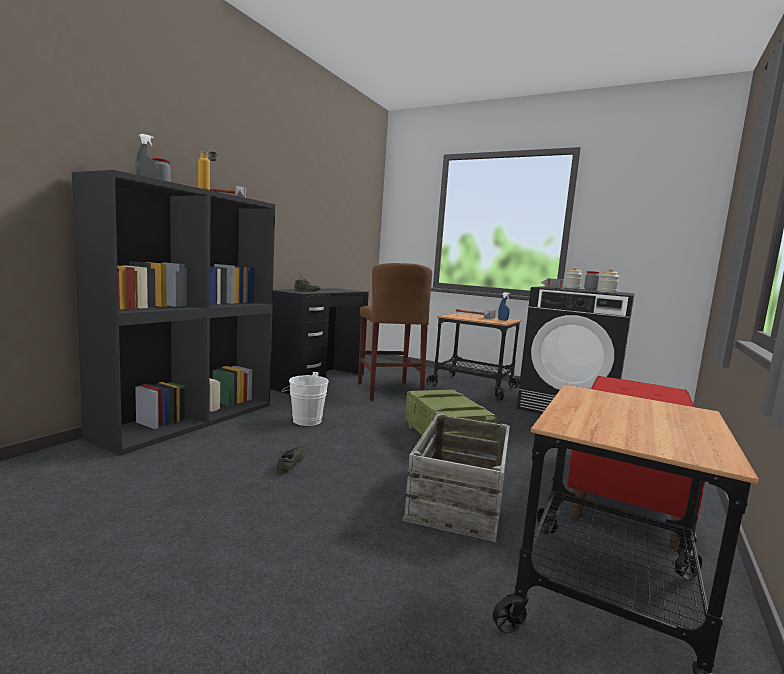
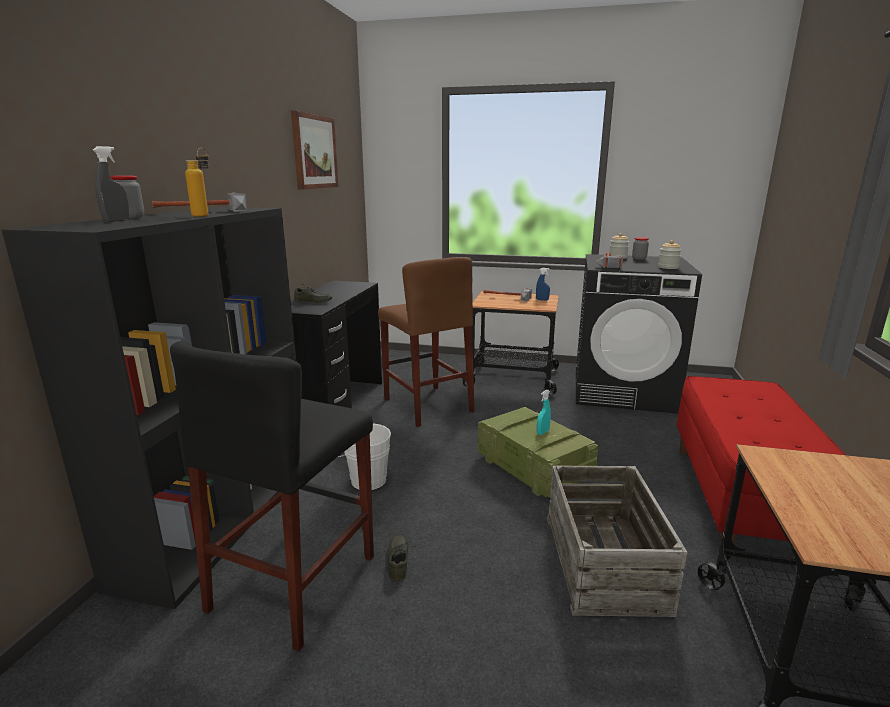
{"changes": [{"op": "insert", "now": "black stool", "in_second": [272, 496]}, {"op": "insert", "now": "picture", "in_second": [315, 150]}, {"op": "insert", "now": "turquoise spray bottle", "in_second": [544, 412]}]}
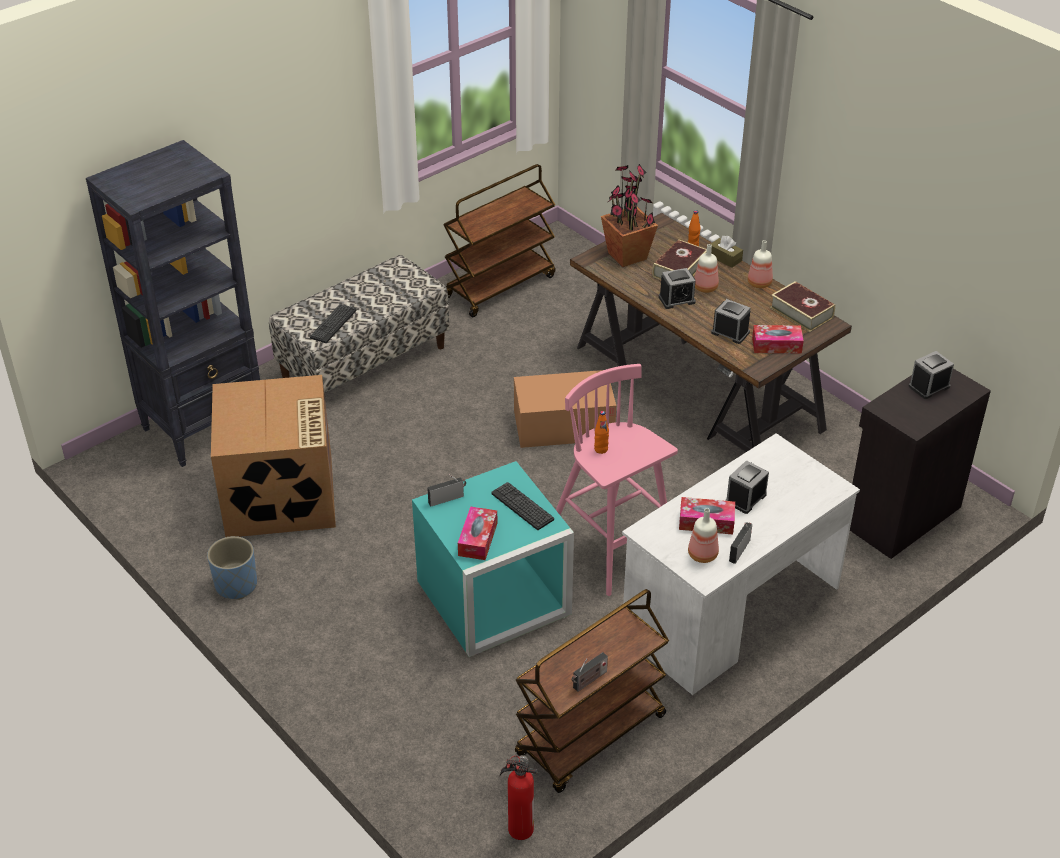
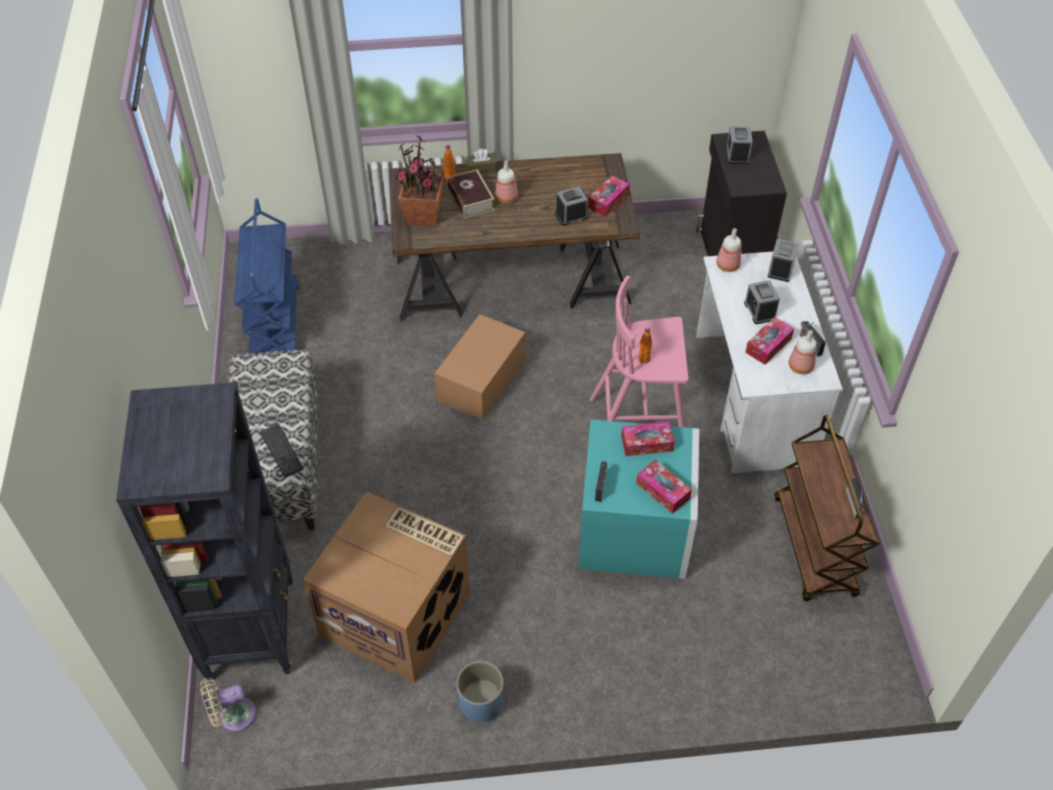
{"changes": [{"op": "insert", "now": "beige fan", "in_second": [228, 705]}, {"op": "recolor", "was": "brown cart", "now": "blue cart", "in_first": [499, 240], "in_second": [266, 276]}, {"op": "replace", "was": "keyboard", "now": "tissue box", "in_first": [523, 506], "in_second": [648, 439]}, {"op": "move", "was": "bottle", "in_first": [760, 264], "in_second": [728, 250]}, {"op": "move", "was": "alarm clock", "in_first": [677, 288], "in_second": [783, 260]}, {"op": "delete", "was": "fire extinguisher", "in_first": [519, 797]}, {"op": "delete", "was": "book", "in_first": [802, 306]}]}
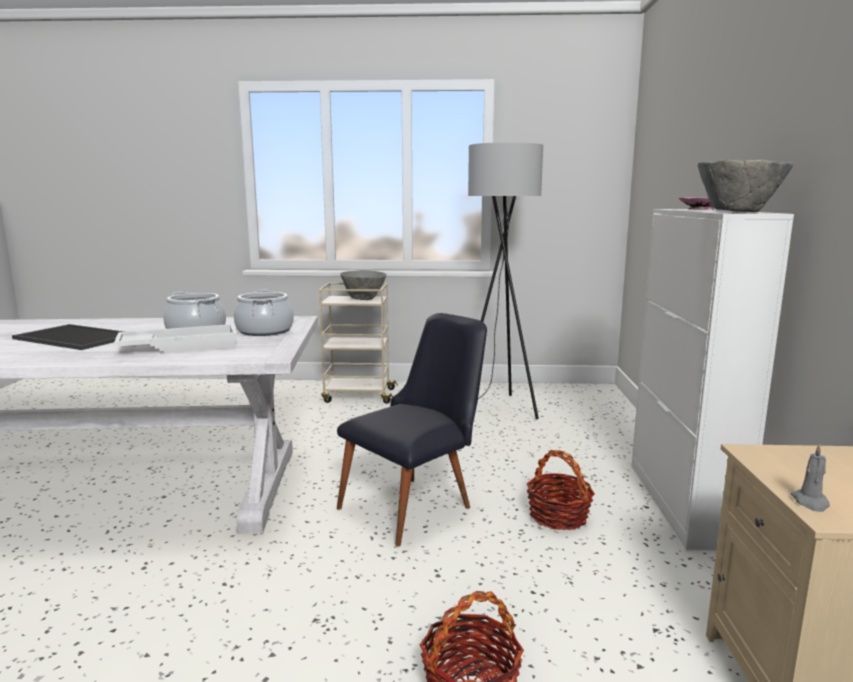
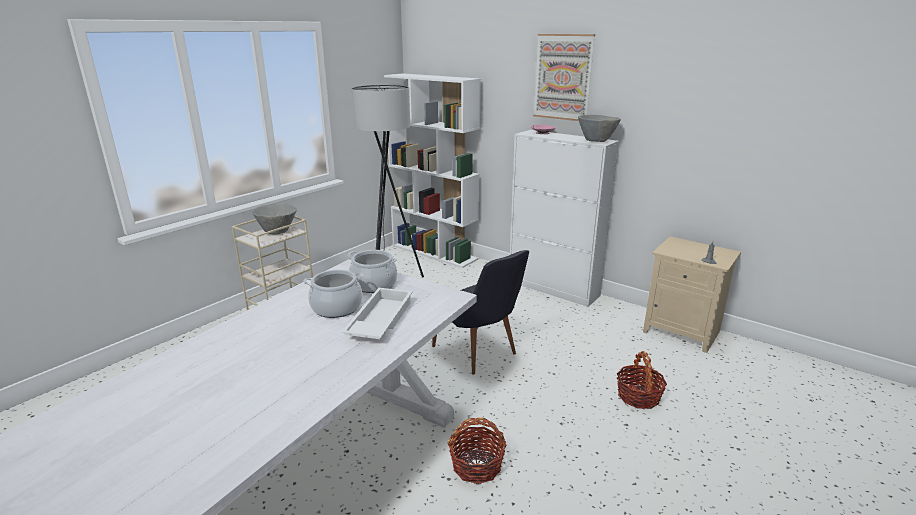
{"changes": [{"op": "insert", "now": "white bookcase", "in_second": [432, 170]}, {"op": "rotate", "was": "black chair", "in_first": [412, 429], "in_second": [480, 312], "clockwise": 150}, {"op": "move", "was": "basket", "in_first": [560, 490], "in_second": [477, 451]}, {"op": "insert", "now": "picture", "in_second": [564, 77]}, {"op": "delete", "was": "tray", "in_first": [68, 337]}]}
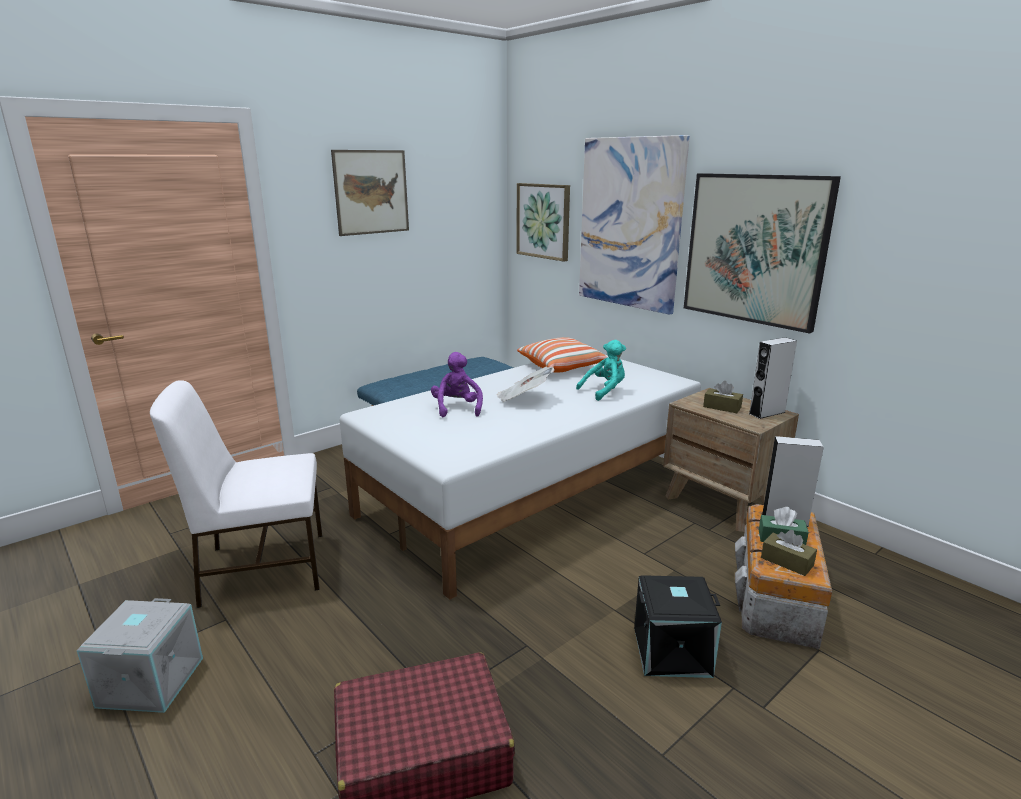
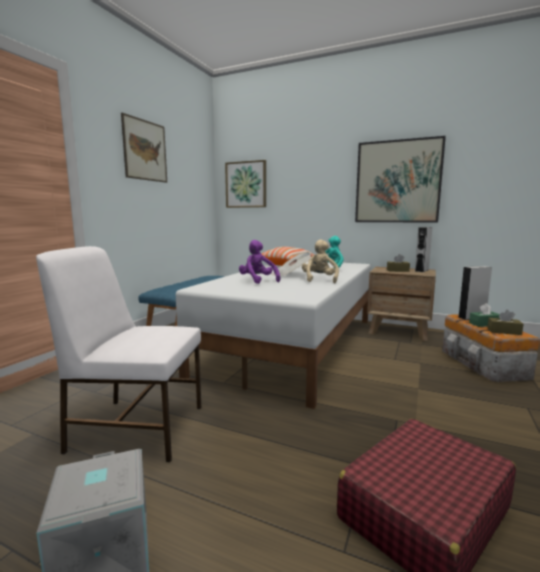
{"changes": [{"op": "rotate", "was": "white chair", "in_first": [236, 494], "in_second": [118, 354], "clockwise": 45}, {"op": "insert", "now": "beige plush toy", "in_second": [320, 261]}, {"op": "delete", "was": "picture", "in_first": [634, 225]}, {"op": "delete", "was": "black storage box", "in_first": [678, 626]}]}
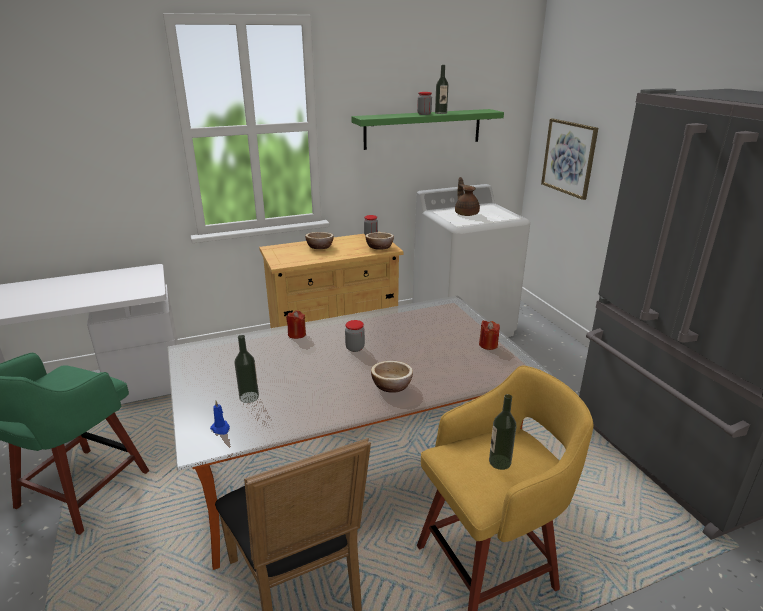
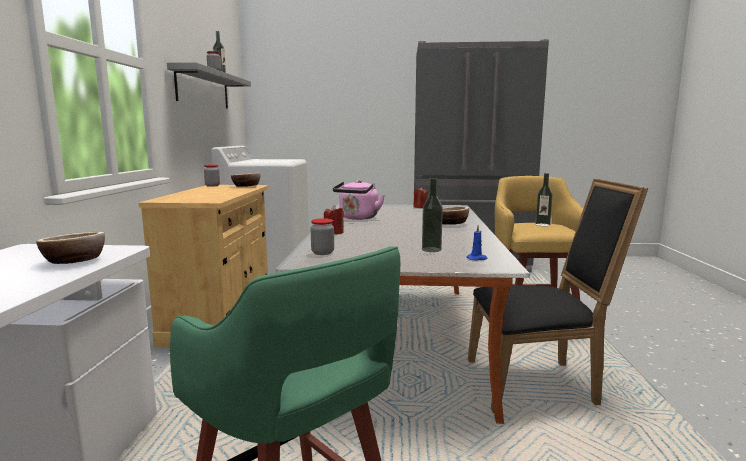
{"changes": [{"op": "move", "was": "bowl", "in_first": [319, 240], "in_second": [70, 248]}, {"op": "recolor", "was": "green shelf", "now": "grey shelf", "in_first": [427, 129], "in_second": [209, 85]}, {"op": "move", "was": "jar", "in_first": [355, 336], "in_second": [322, 236]}, {"op": "insert", "now": "pink kettle", "in_second": [359, 200]}, {"op": "delete", "was": "brown teapot", "in_first": [467, 196]}, {"op": "delete", "was": "picture", "in_first": [569, 159]}]}
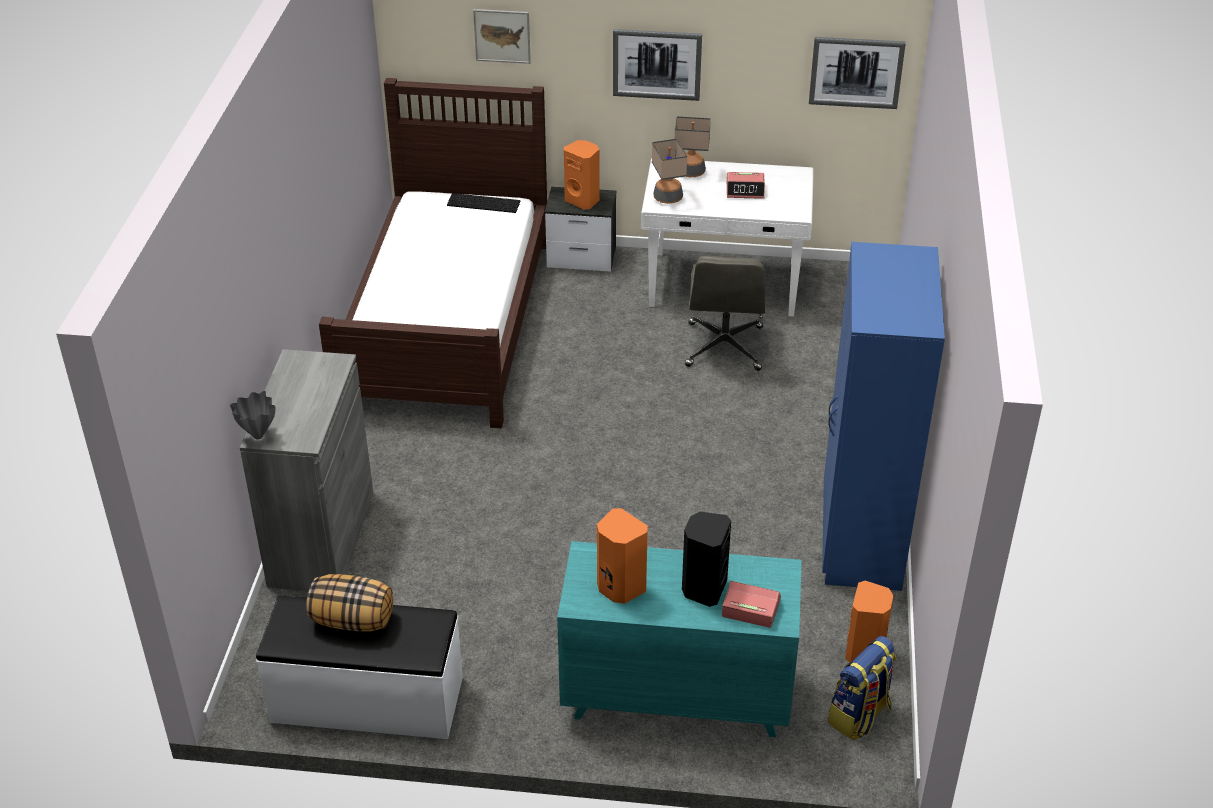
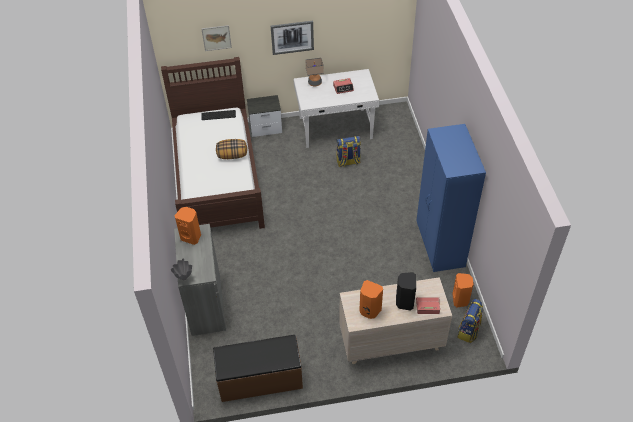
{"changes": [{"op": "move", "was": "orange speaker", "in_first": [582, 175], "in_second": [187, 226]}, {"op": "recolor", "was": "white bench", "now": "brown bench", "in_first": [359, 667], "in_second": [258, 368]}, {"op": "move", "was": "pillow", "in_first": [349, 602], "in_second": [231, 149]}, {"op": "replace", "was": "grey office chair", "now": "backpack", "in_first": [725, 313], "in_second": [348, 151]}, {"op": "recolor", "was": "turquoise dresser", "now": "beige dresser", "in_first": [679, 639], "in_second": [395, 320]}, {"op": "delete", "was": "table lamp", "in_first": [669, 171]}, {"op": "delete", "was": "picture", "in_first": [857, 73]}]}
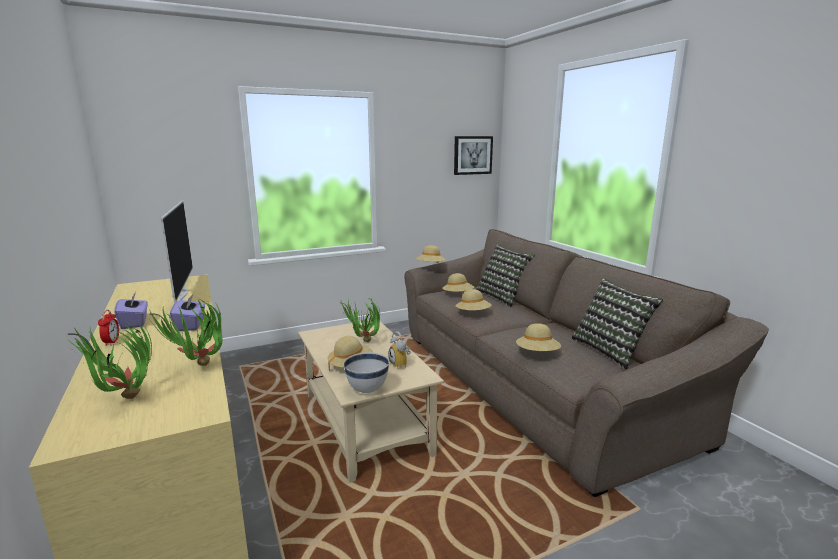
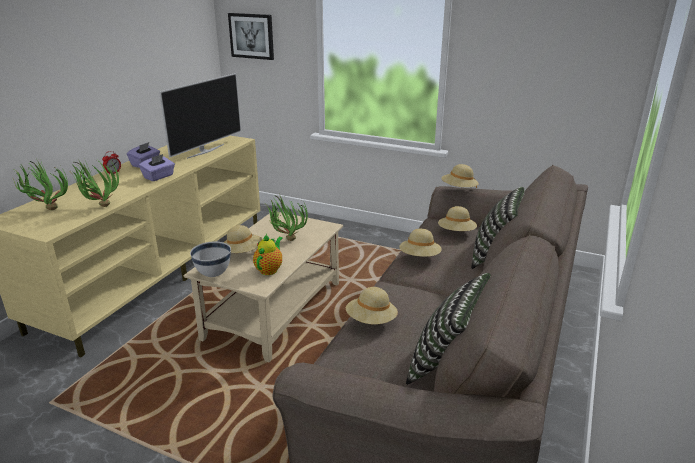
{"changes": [{"op": "move", "was": "picture", "in_first": [473, 155], "in_second": [251, 36]}, {"op": "replace", "was": "alarm clock", "now": "teapot", "in_first": [399, 349], "in_second": [268, 254]}]}
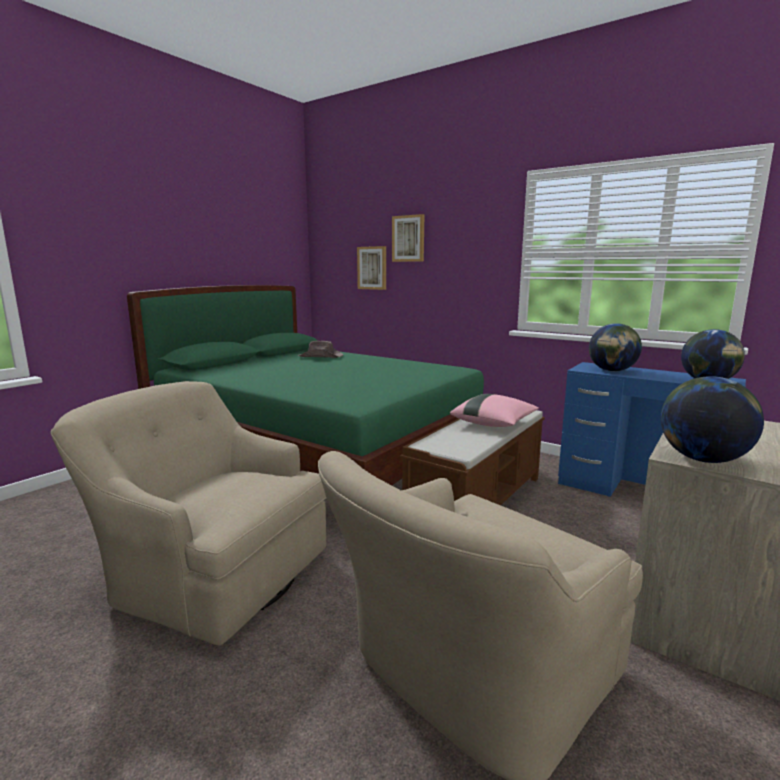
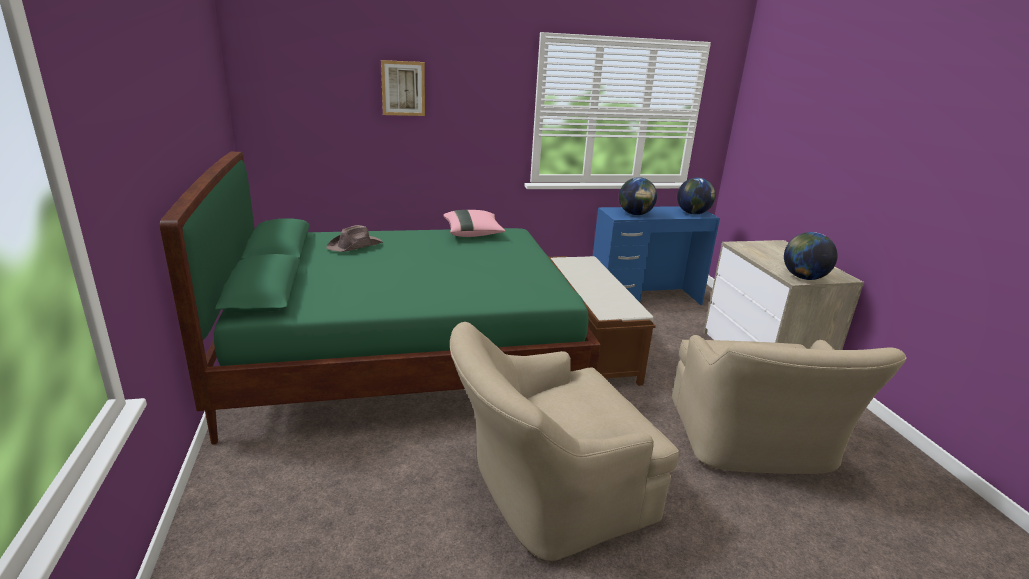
{"changes": [{"op": "move", "was": "pink pillow", "in_first": [494, 410], "in_second": [474, 223]}, {"op": "delete", "was": "picture", "in_first": [371, 268]}]}
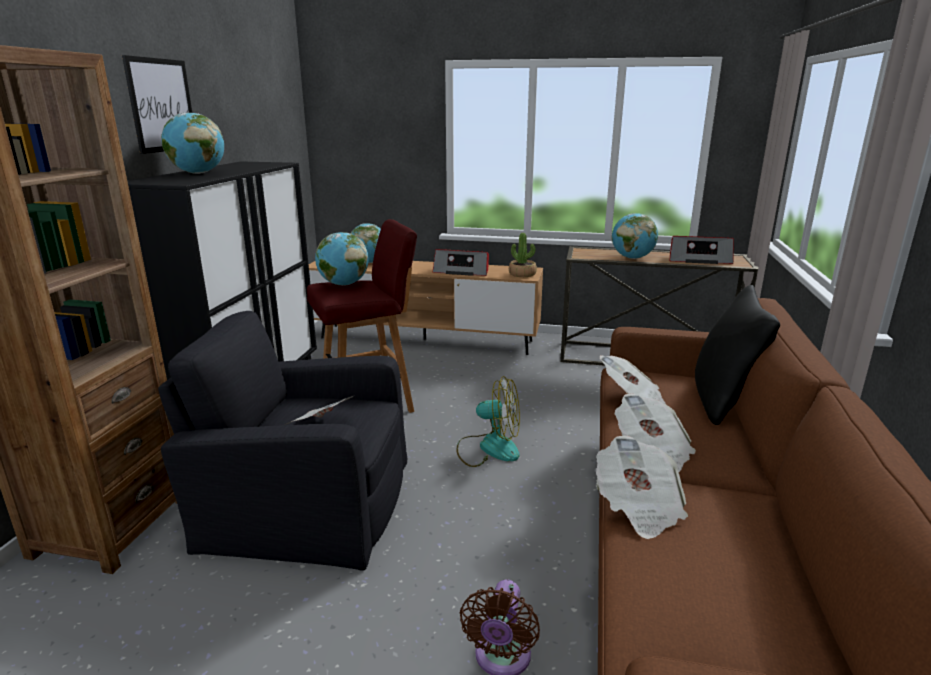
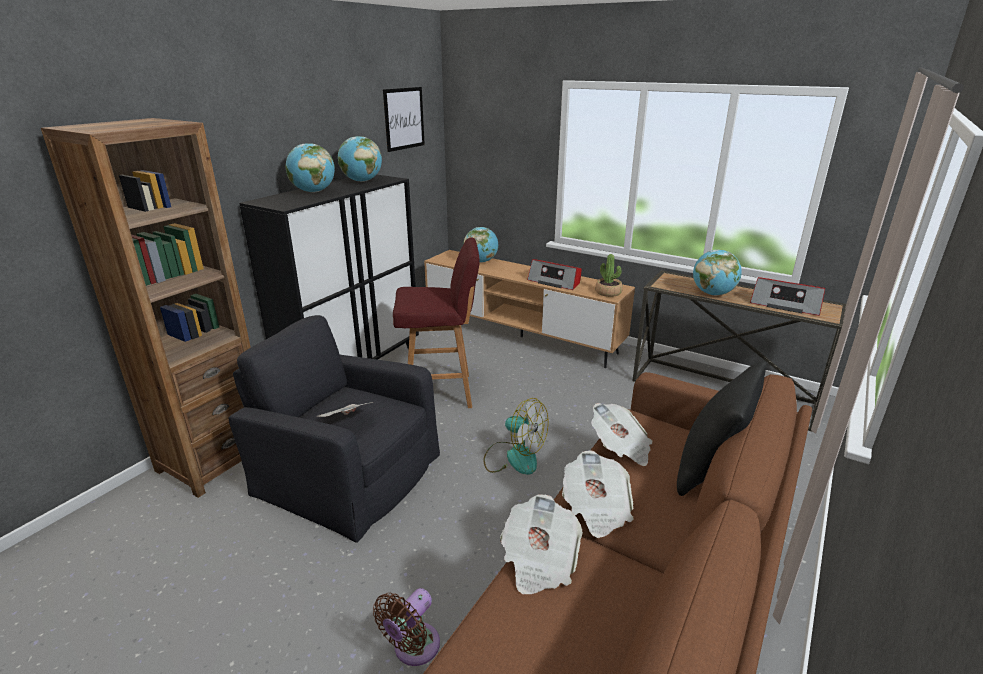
{"changes": [{"op": "move", "was": "globe", "in_first": [342, 259], "in_second": [360, 159]}, {"op": "move", "was": "picture", "in_first": [157, 104], "in_second": [404, 119]}]}
